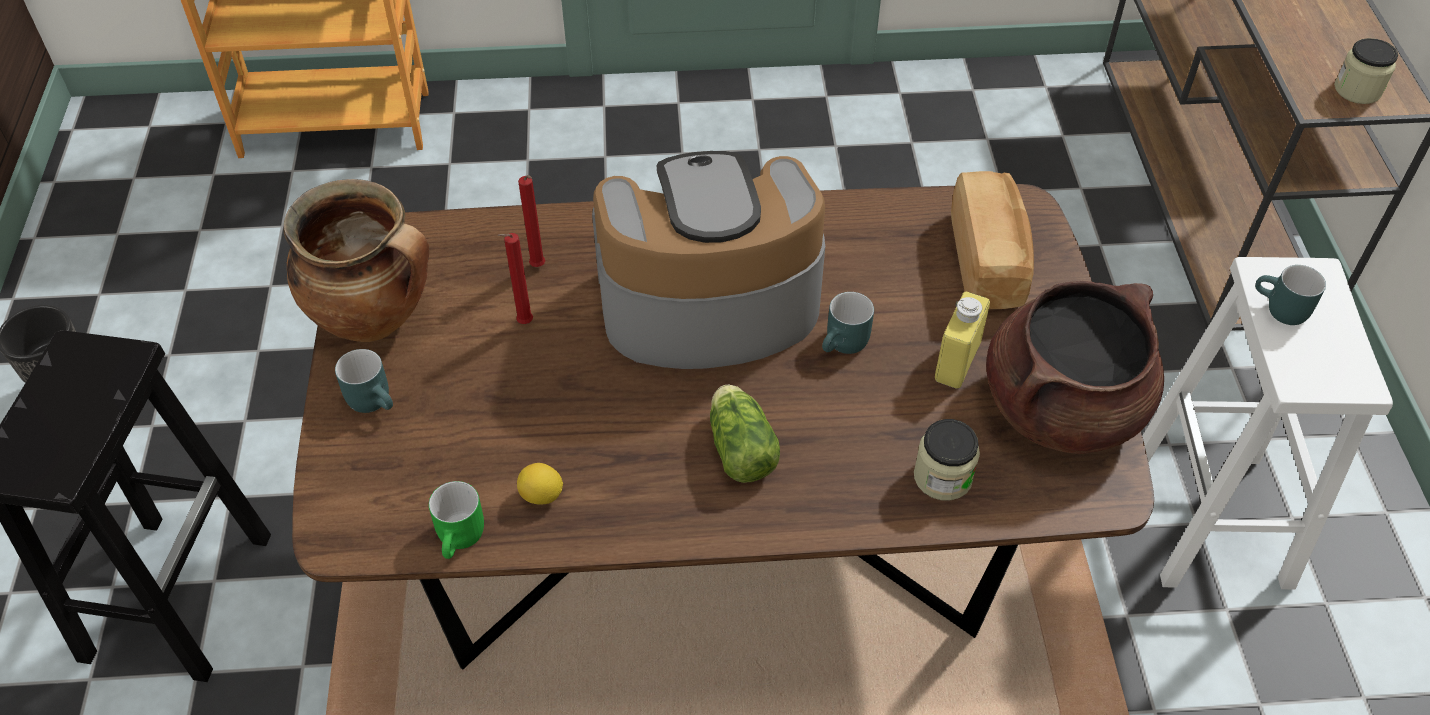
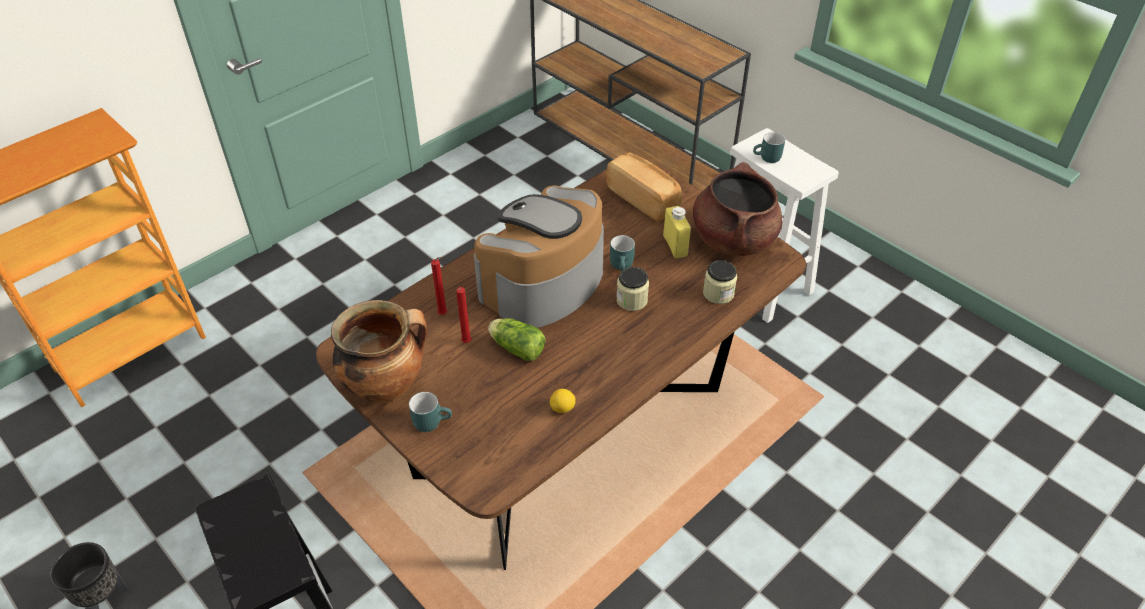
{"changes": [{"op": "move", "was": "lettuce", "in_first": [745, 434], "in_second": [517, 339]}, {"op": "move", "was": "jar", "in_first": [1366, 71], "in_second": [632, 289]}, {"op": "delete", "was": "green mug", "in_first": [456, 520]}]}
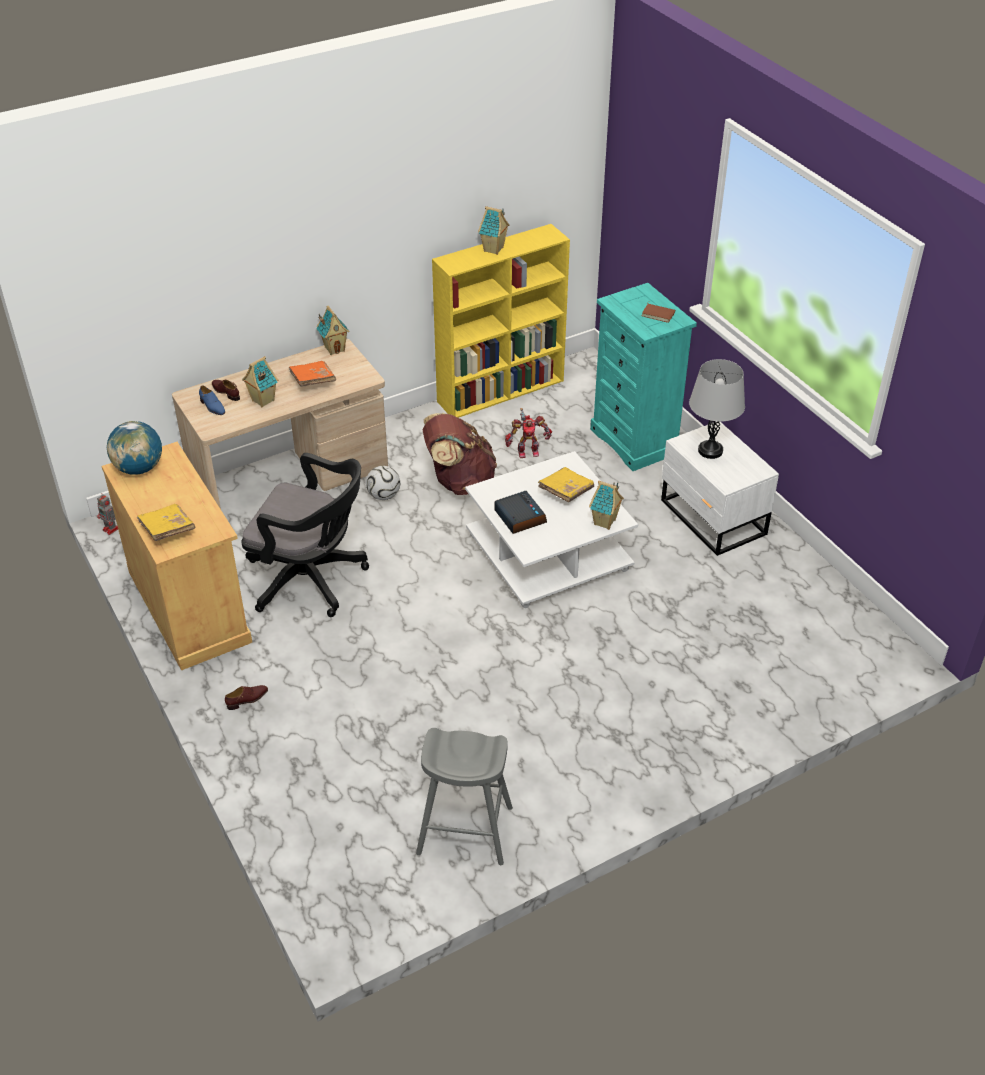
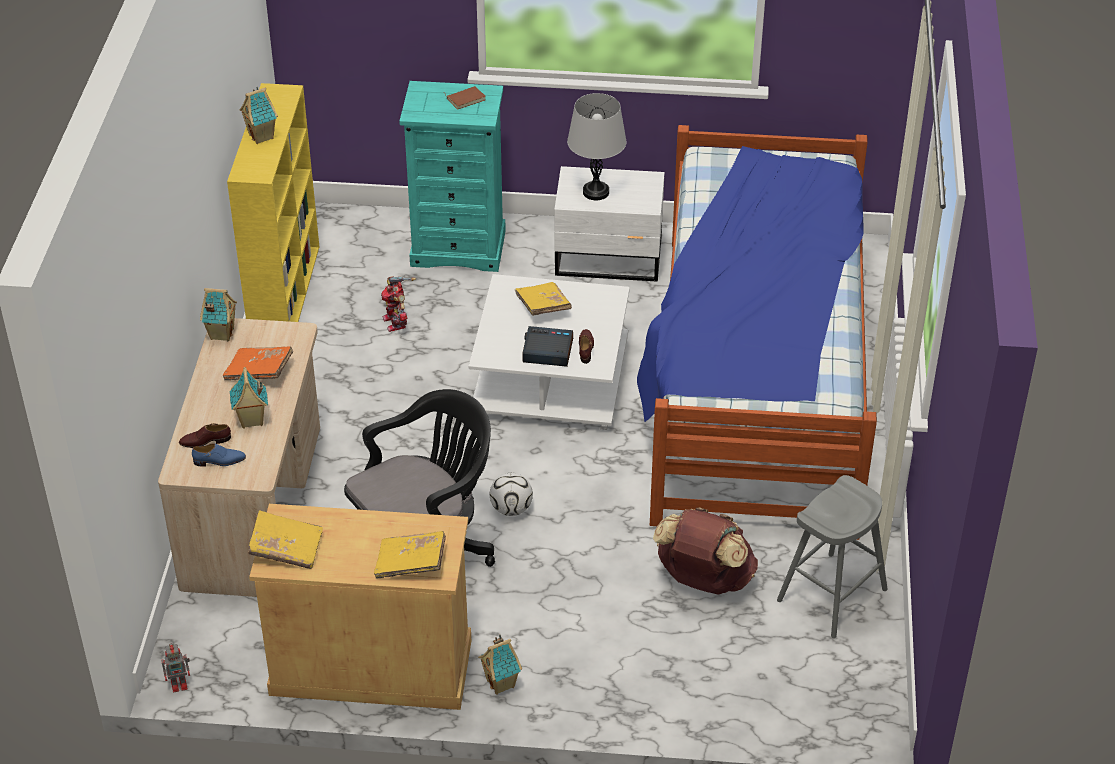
{"changes": [{"op": "replace", "was": "globe", "now": "yellow book", "in_first": [134, 448], "in_second": [285, 539]}, {"op": "rotate", "was": "toy robot", "in_first": [528, 433], "in_second": [398, 304], "clockwise": 135}, {"op": "move", "was": "toy house", "in_first": [606, 505], "in_second": [500, 664]}, {"op": "move", "was": "football", "in_first": [383, 483], "in_second": [511, 494]}, {"op": "move", "was": "brown shoe", "in_first": [246, 697], "in_second": [586, 346]}, {"op": "insert", "now": "bed", "in_second": [757, 332]}, {"op": "move", "was": "brown backpack", "in_first": [459, 454], "in_second": [705, 551]}]}
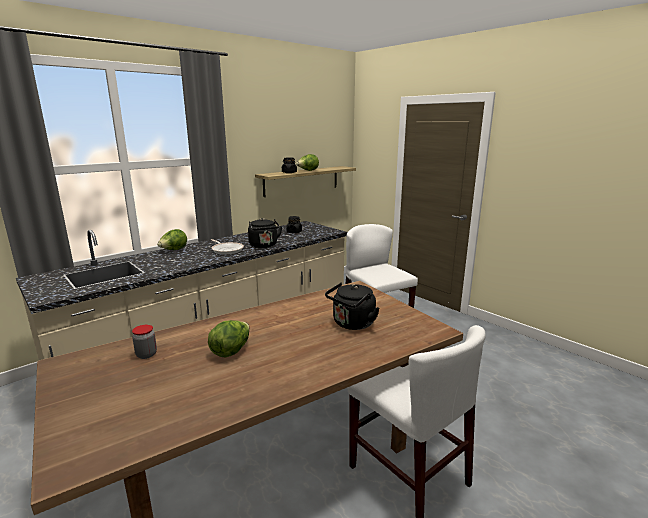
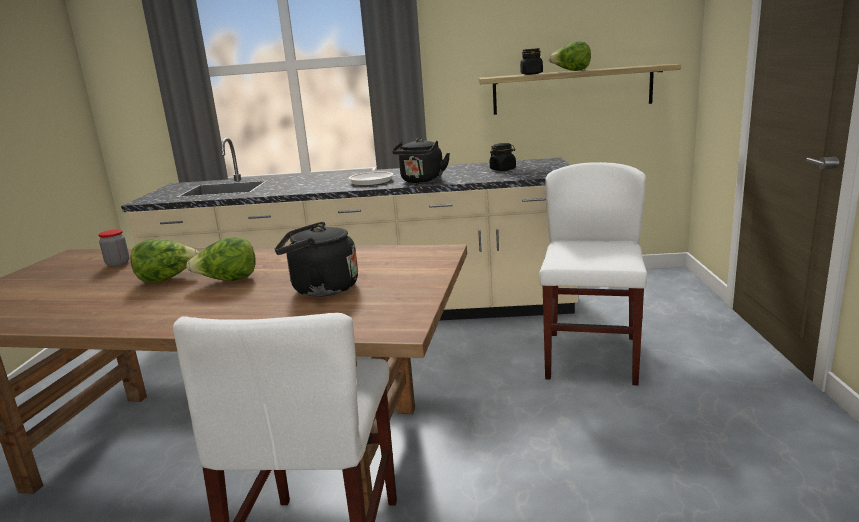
{"changes": [{"op": "move", "was": "lettuce", "in_first": [172, 239], "in_second": [220, 259]}]}
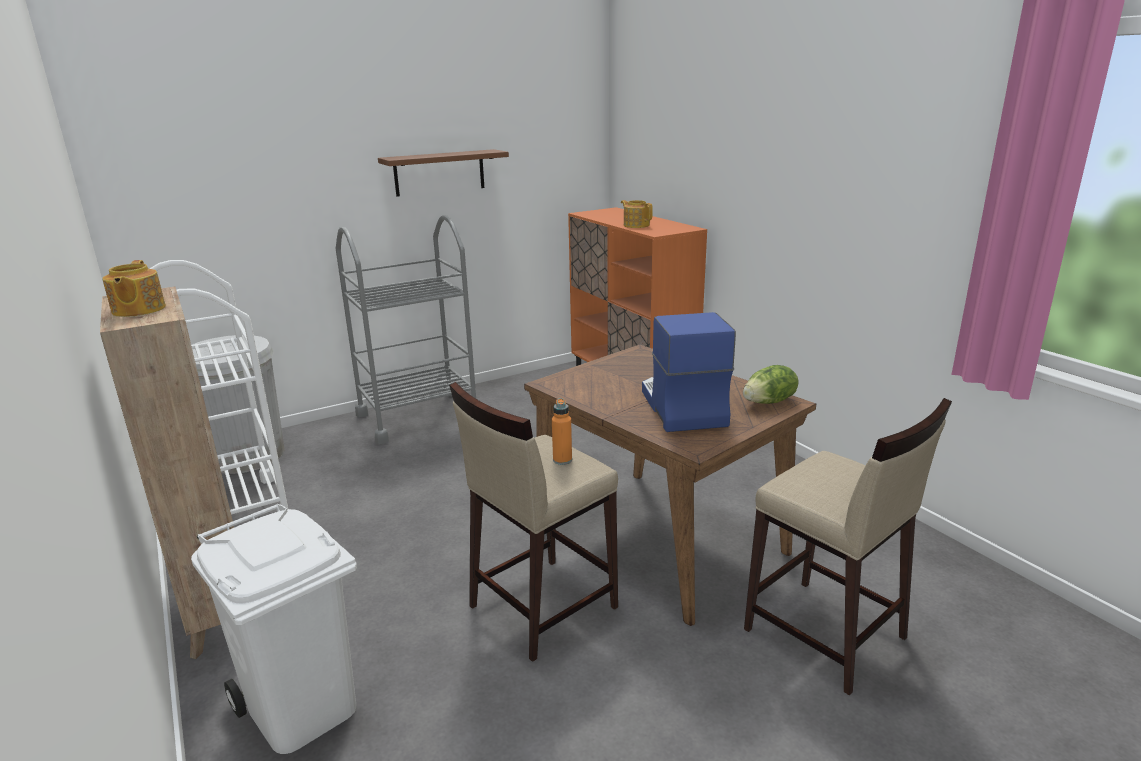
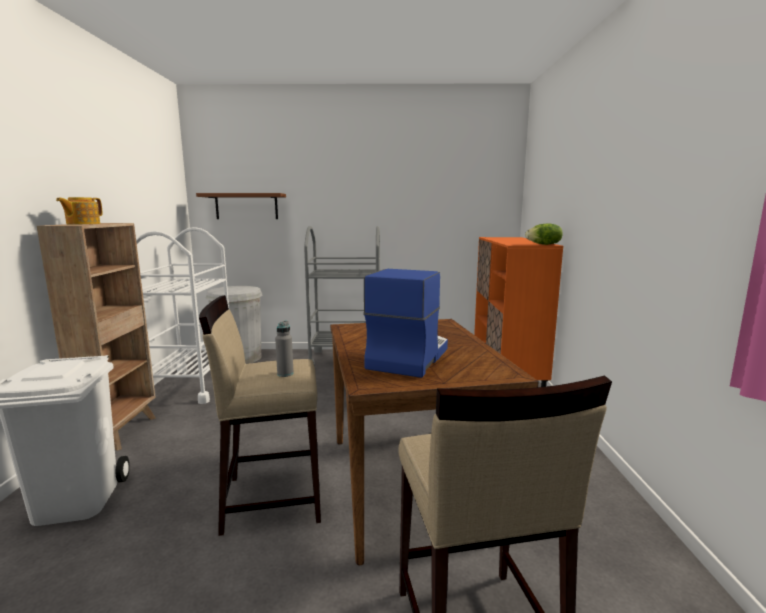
{"changes": [{"op": "move", "was": "brown shelf", "in_first": [443, 173], "in_second": [241, 206]}, {"op": "recolor", "was": "orange bottle", "now": "grey bottle", "in_first": [562, 431], "in_second": [284, 349]}, {"op": "move", "was": "lettuce", "in_first": [771, 384], "in_second": [544, 234]}, {"op": "delete", "was": "teapot", "in_first": [637, 214]}]}
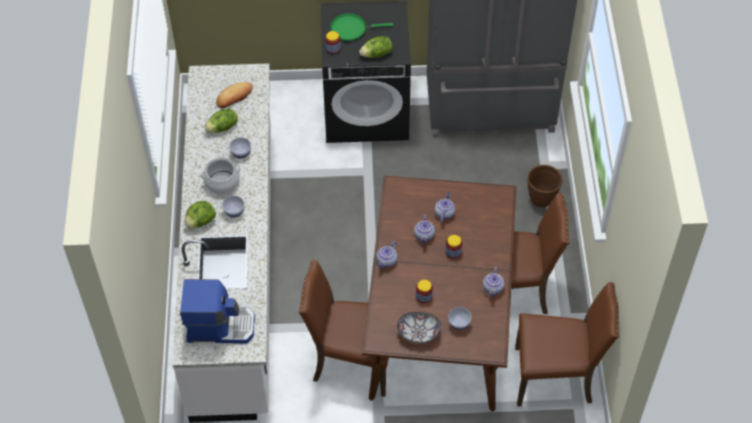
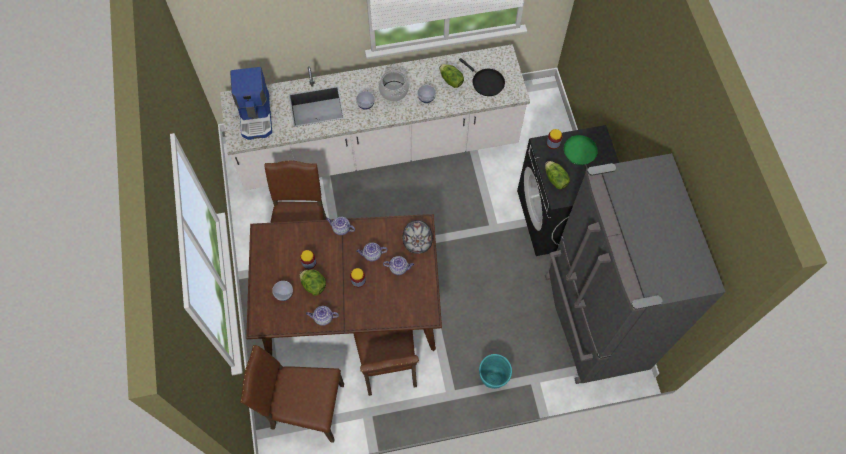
{"changes": [{"op": "rotate", "was": "brown chair", "in_first": [567, 344], "in_second": [292, 394], "clockwise": 105}, {"op": "move", "was": "lettuce", "in_first": [200, 215], "in_second": [312, 282]}, {"op": "move", "was": "bowl", "in_first": [419, 327], "in_second": [418, 237]}, {"op": "replace", "was": "bread", "now": "black frying pan", "in_first": [234, 95], "in_second": [482, 77]}, {"op": "recolor", "was": "brown planter", "now": "turquoise planter", "in_first": [545, 186], "in_second": [495, 371]}]}
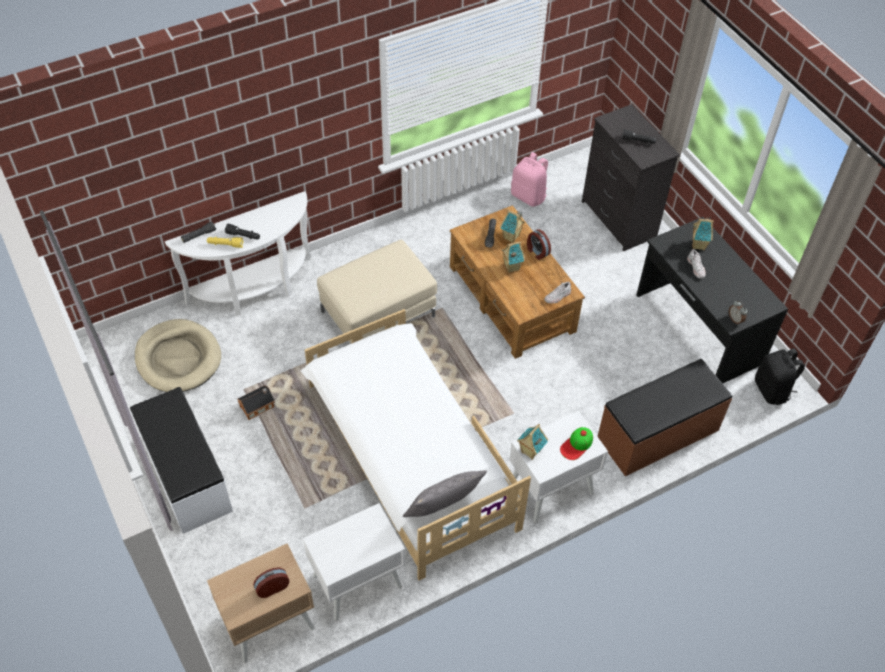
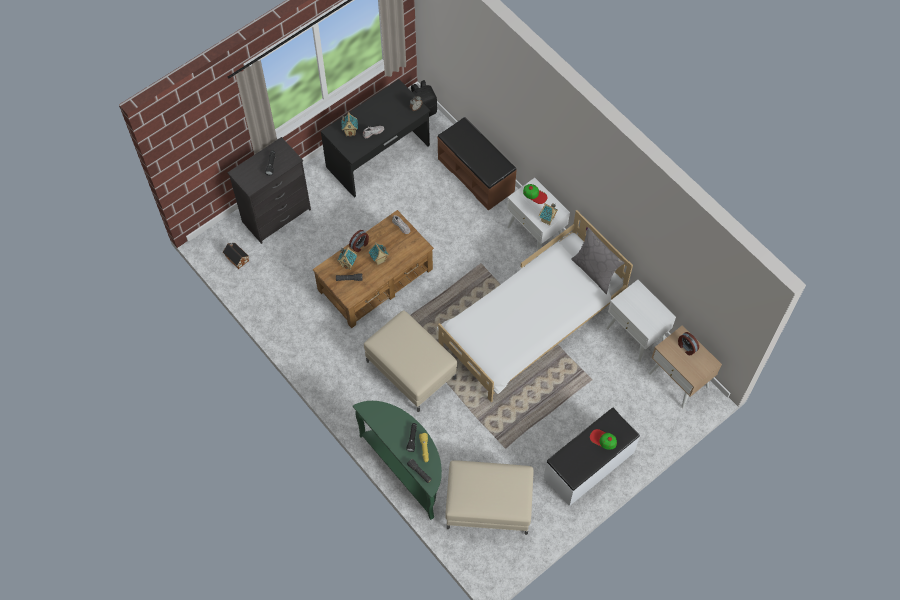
{"changes": [{"op": "move", "was": "toy house", "in_first": [256, 402], "in_second": [236, 256]}, {"op": "recolor", "was": "white console table", "now": "green console table", "in_first": [238, 253], "in_second": [397, 460]}, {"op": "replace", "was": "beige dog bed", "now": "beige ottoman", "in_first": [178, 355], "in_second": [489, 497]}, {"op": "insert", "now": "cap", "in_second": [603, 439]}, {"op": "delete", "was": "pink backpack", "in_first": [529, 179]}]}
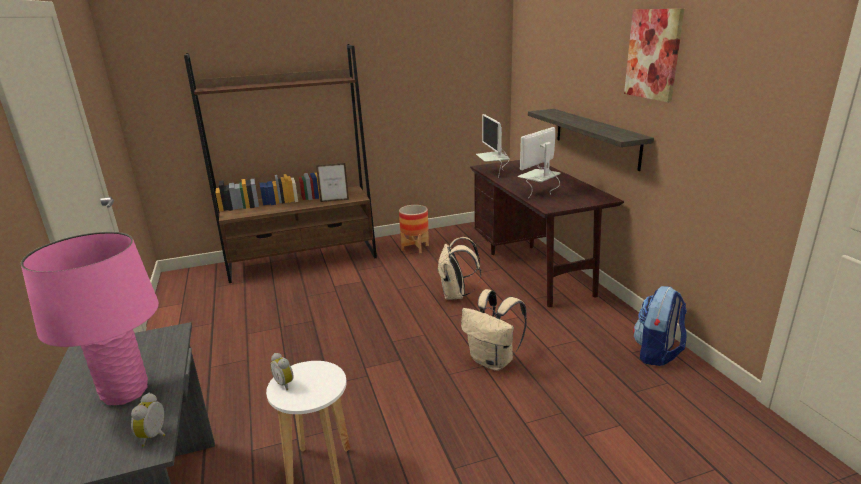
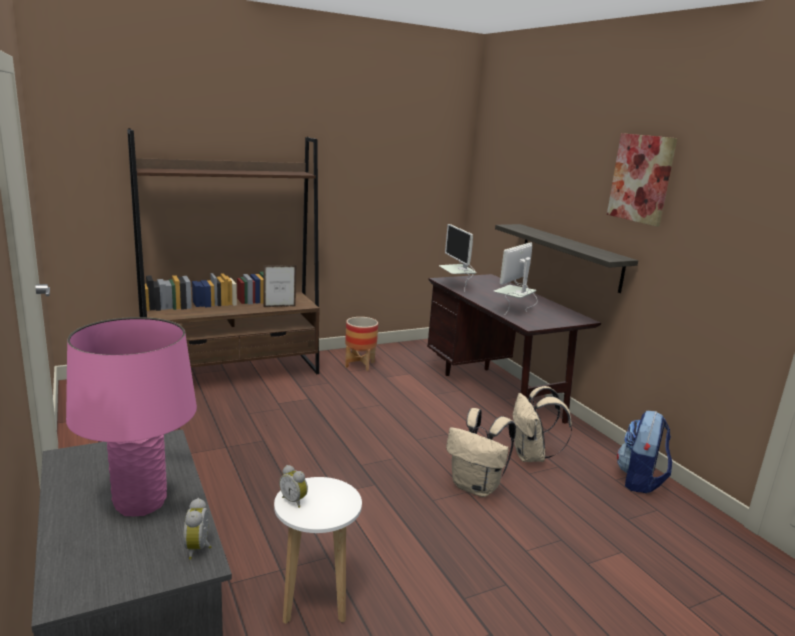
{"changes": [{"op": "move", "was": "beige backpack", "in_first": [459, 268], "in_second": [542, 424]}]}
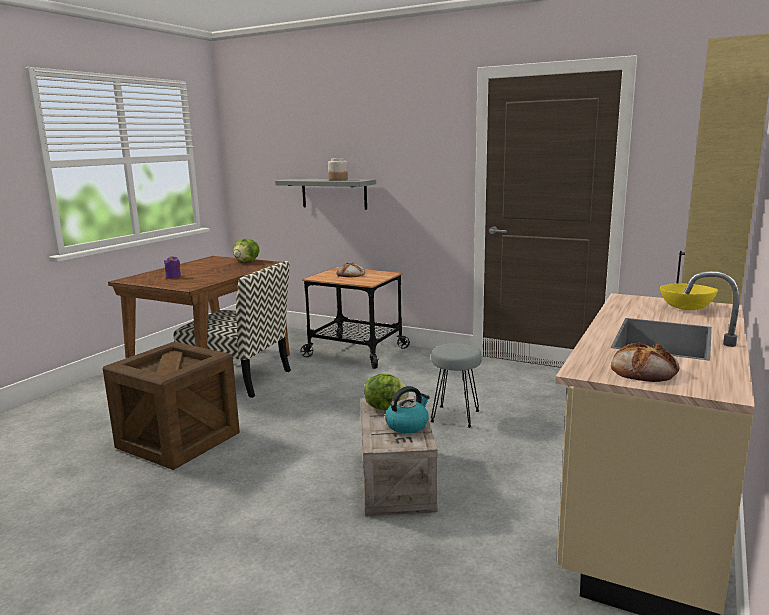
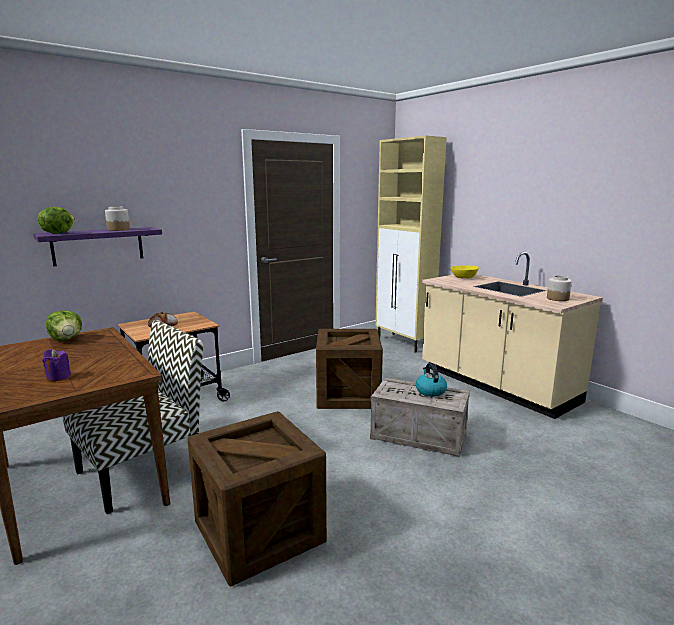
{"changes": [{"op": "recolor", "was": "grey shelf", "now": "purple shelf", "in_first": [325, 194], "in_second": [97, 246]}, {"op": "move", "was": "lettuce", "in_first": [387, 391], "in_second": [56, 220]}, {"op": "replace", "was": "grey stool", "now": "crate", "in_first": [456, 385], "in_second": [349, 369]}, {"op": "replace", "was": "bread", "now": "jar", "in_first": [645, 362], "in_second": [559, 288]}]}
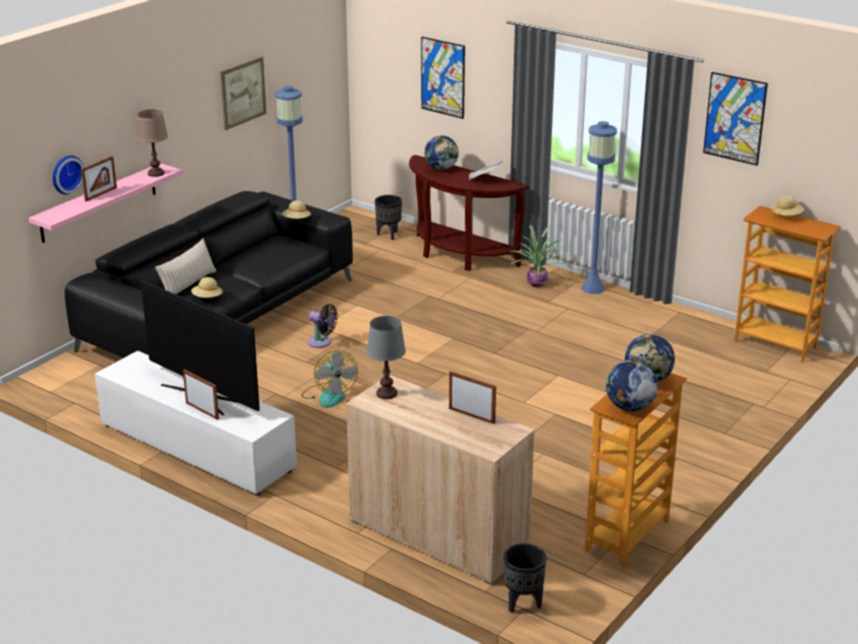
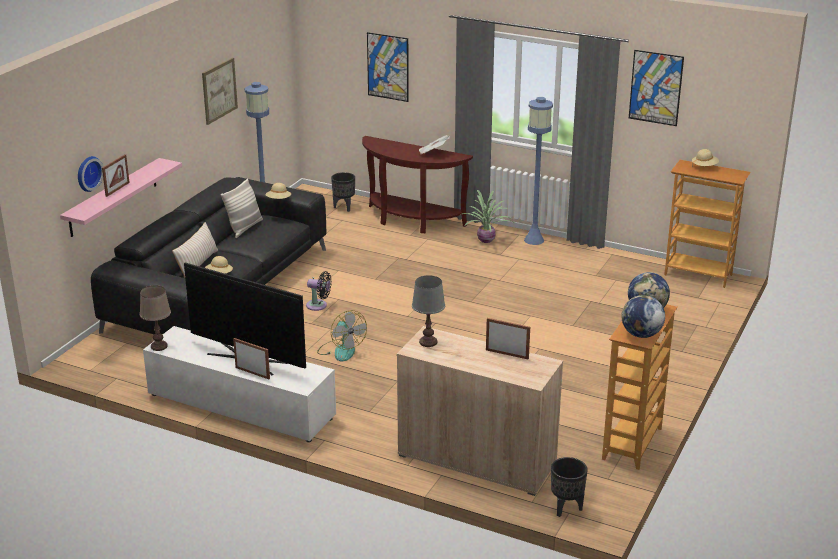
{"changes": [{"op": "move", "was": "brown table lamp", "in_first": [152, 143], "in_second": [155, 318]}, {"op": "insert", "now": "pillow", "in_second": [241, 208]}, {"op": "delete", "was": "globe", "in_first": [441, 153]}]}
